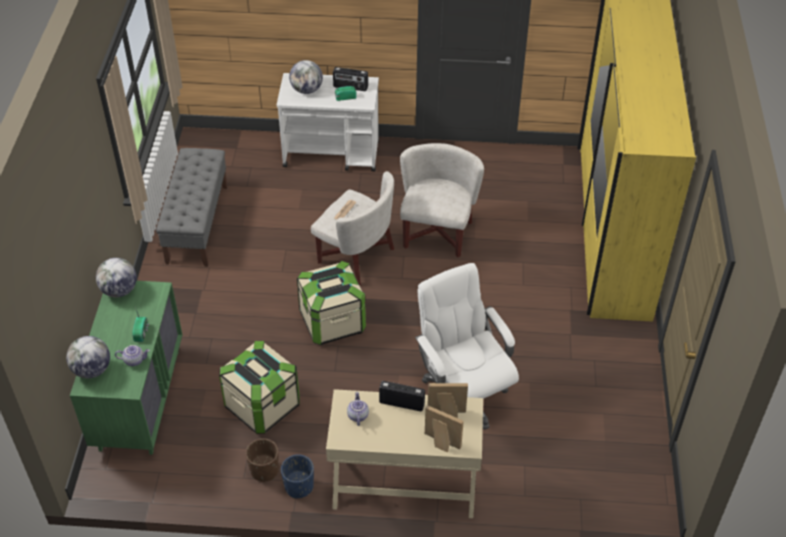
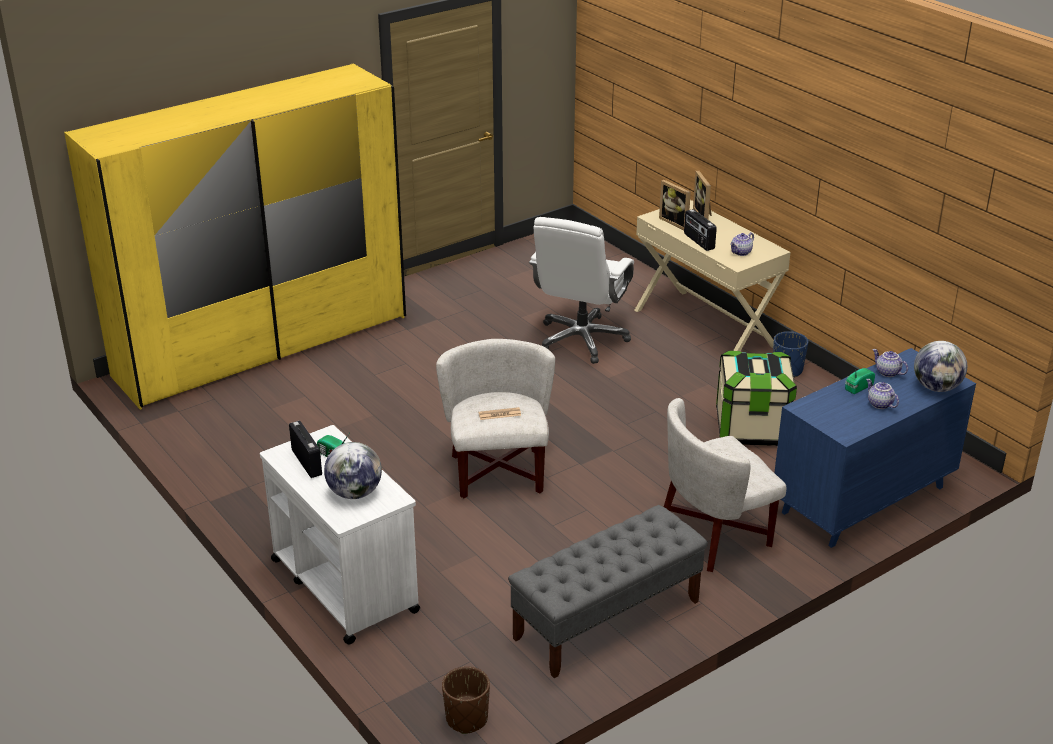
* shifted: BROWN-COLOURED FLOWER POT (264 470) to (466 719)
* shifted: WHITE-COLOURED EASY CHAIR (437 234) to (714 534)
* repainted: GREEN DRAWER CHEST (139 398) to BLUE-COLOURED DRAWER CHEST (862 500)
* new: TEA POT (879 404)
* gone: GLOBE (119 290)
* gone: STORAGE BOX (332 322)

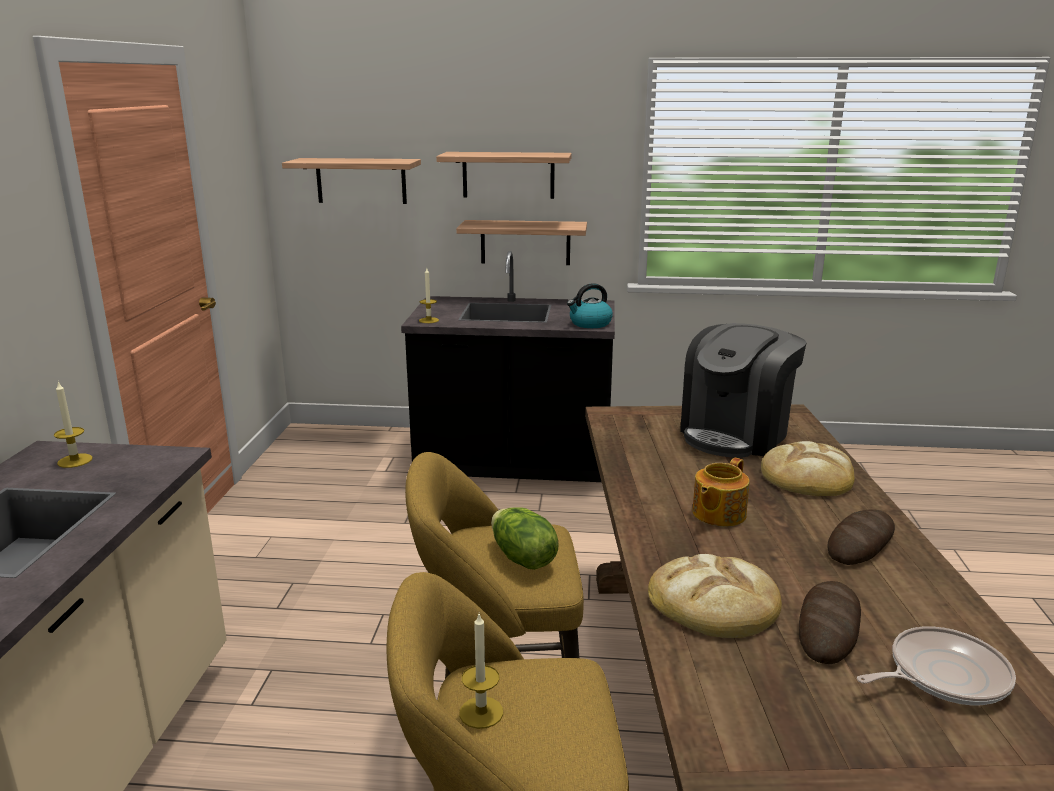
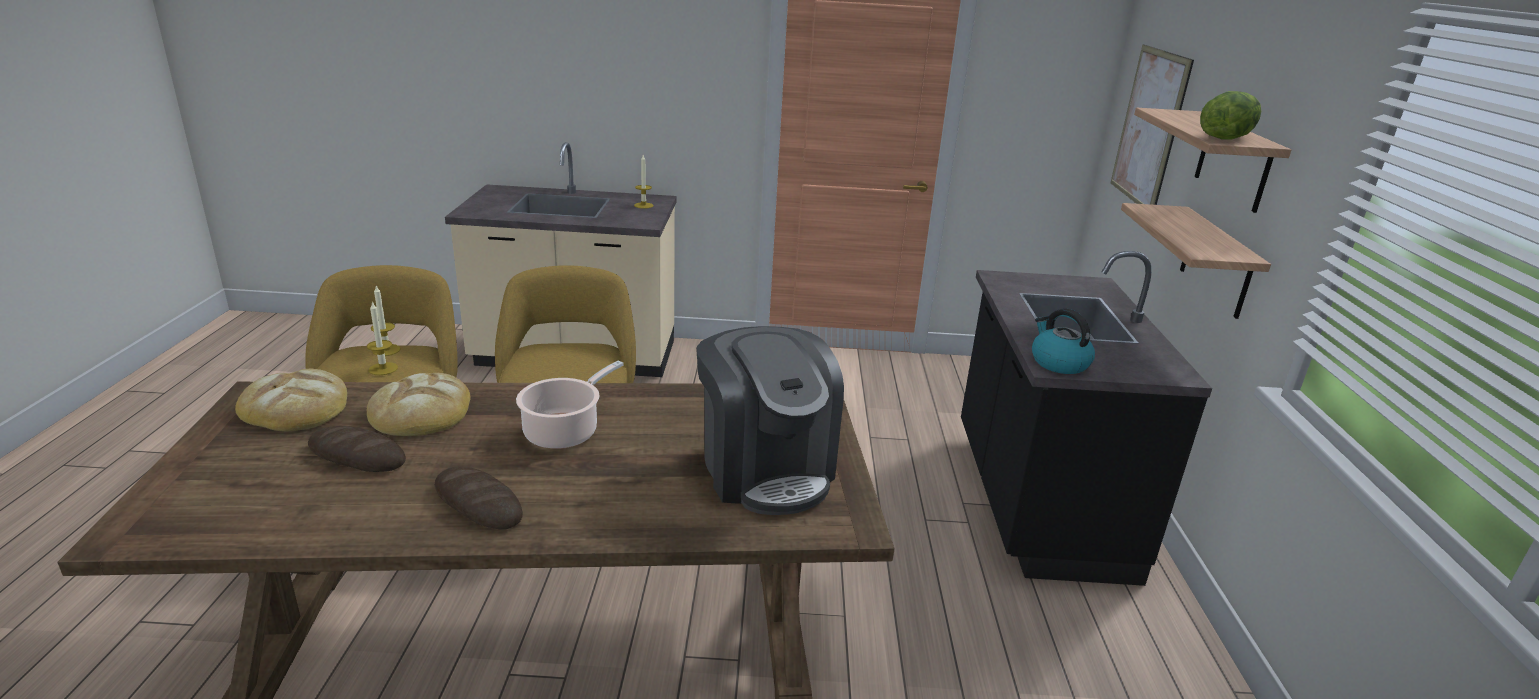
* shifted: BAKERY BREAD (808 476) to (296 407)
* shifted: WAX CANDLE (429 320) to (383 369)
* swapped: TEA POT (717 514) to COOKING POT (565 431)
* rotated: COFFEE MACHINE (736 434) = (765 469) 150 degrees counterclockwise
* swapped: SHELF (361 181) to WALL ART (1149 127)
* shifted: LETTUCE HEAD (522 558) to (1225 138)
* gone: SKILLET (942 675)

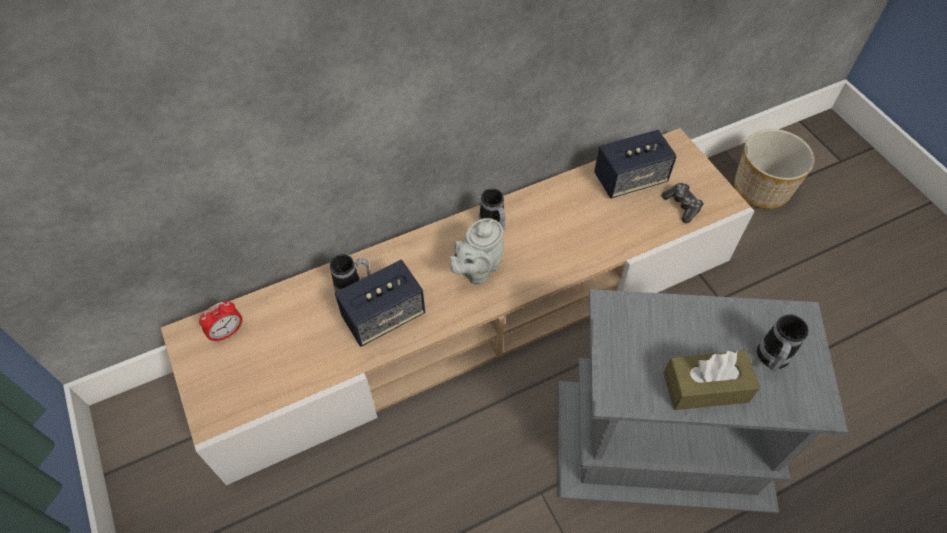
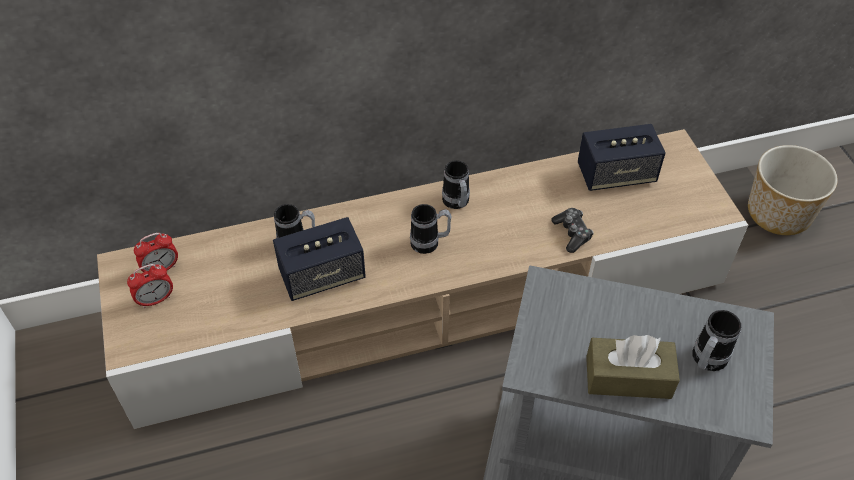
* new: BEDSIDE CLOCK (156 300)
* swapped: GREY TEA POT (477 269) to COFFEE MUG (430 243)
* shifted: GAME CONTROLLER (682 205) to (572 233)

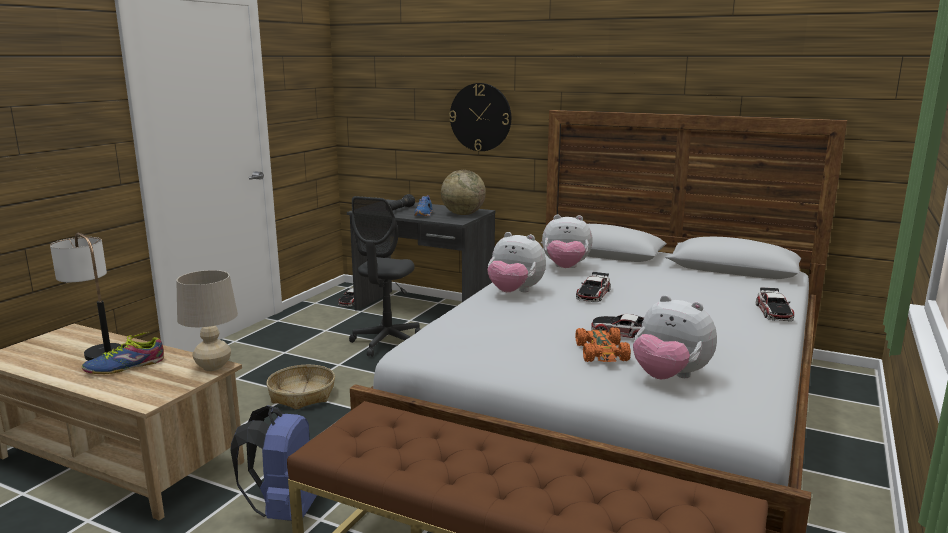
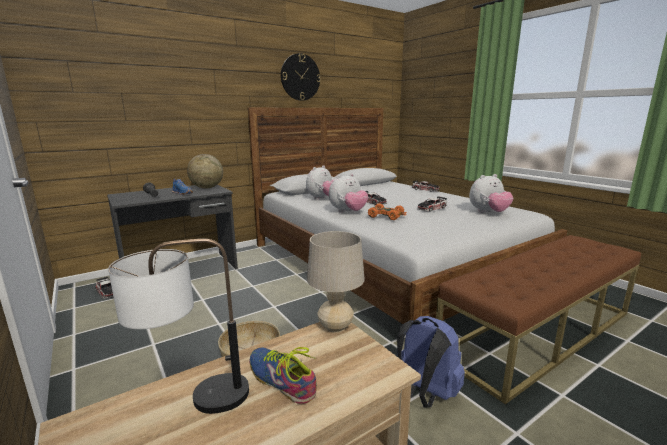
* rotated: LOW SHOE (125 366) = (281 380) 135 degrees clockwise
* shifted: HANGING CLOCK (480 117) to (300 77)
* shifted: ORANGE-COLOURED MINIATURE CAR (602 353) to (386 216)
* gone: GREY OFFICE CHAIR (387 342)

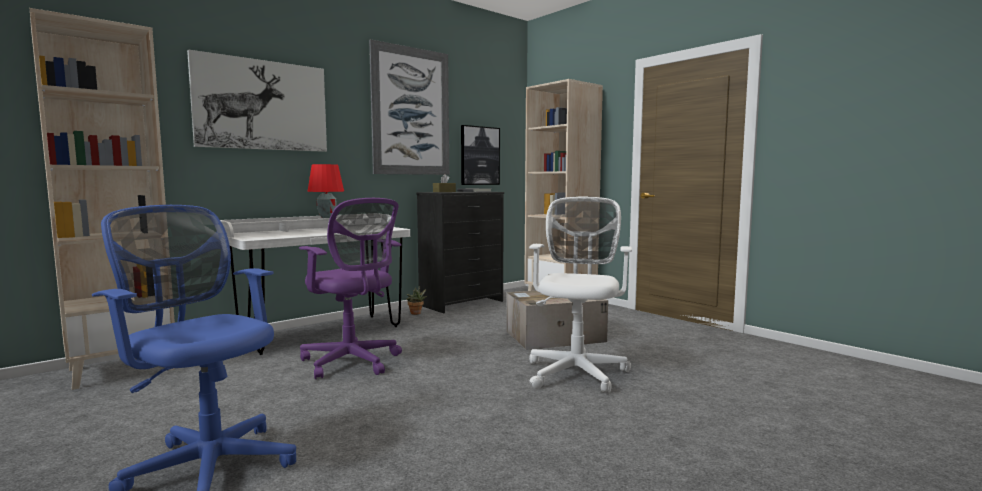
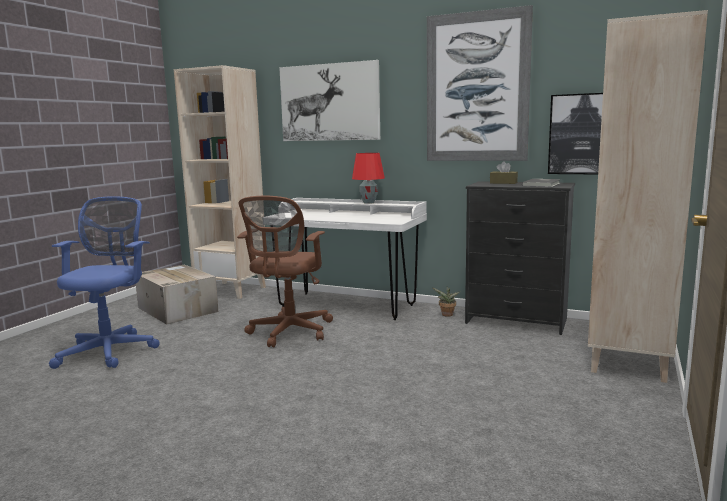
* shifted: PACKING BOX (553 336) to (176 309)
* repainted: PURPLE-COLOURED OFFICE CHAIR (352 362) to BROWN-COLOURED OFFICE CHAIR (289 333)
* gone: WHITE-COLOURED OFFICE CHAIR (577 371)

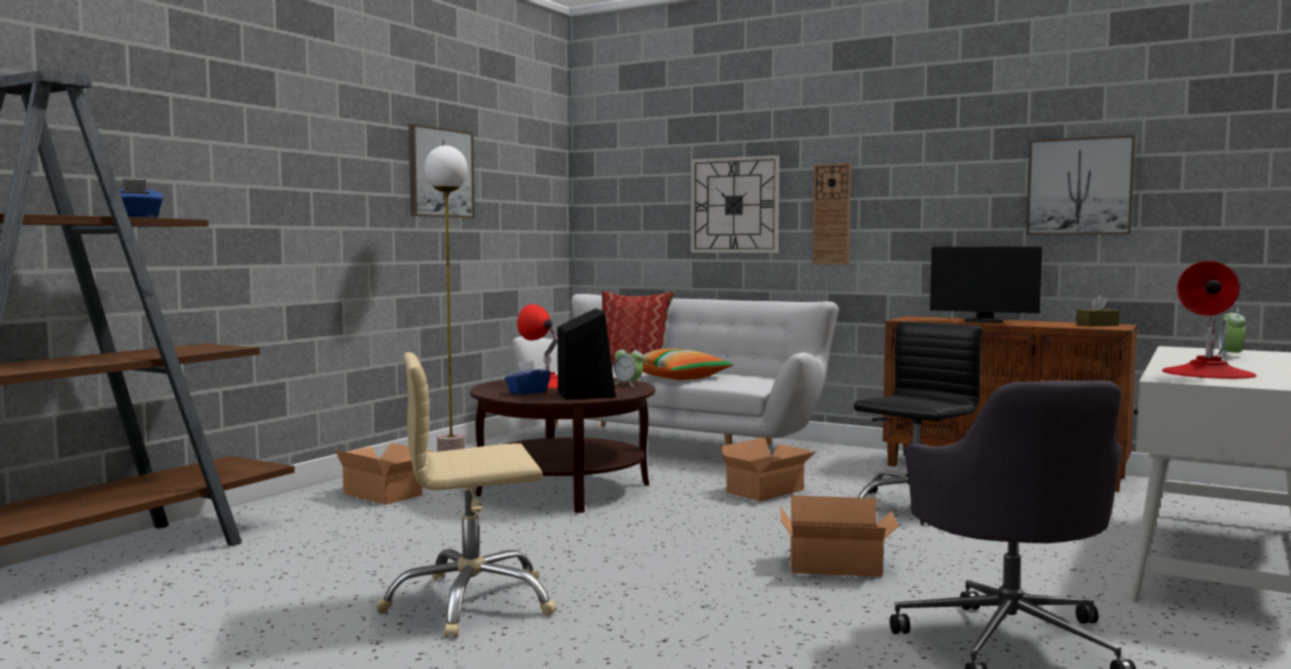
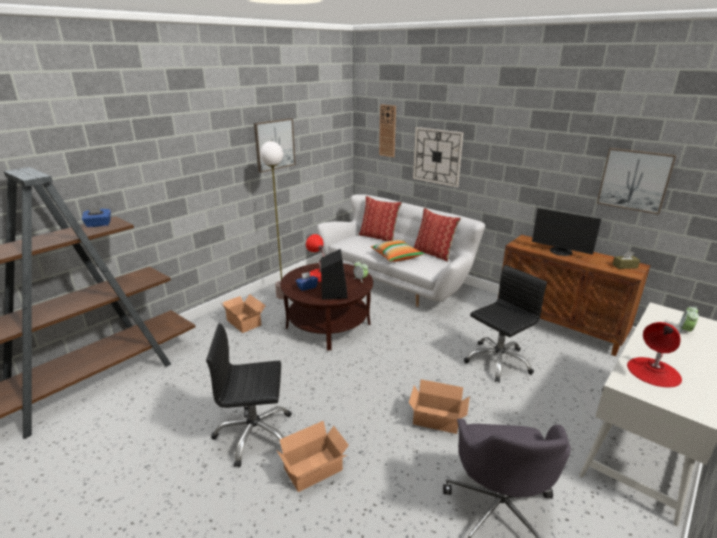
* repainted: BEIGE OFFICE CHAIR (470 603) to BLACK OFFICE CHAIR (254 434)
* shifted: PACKING BOX (768 491) to (315 470)
* shifted: HANGING CLOCK (831 214) to (387 131)
* new: CUSHION (434 253)

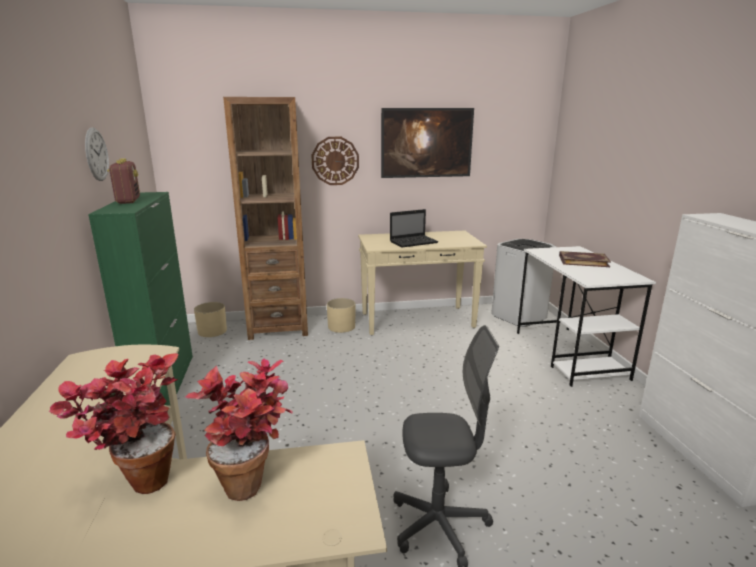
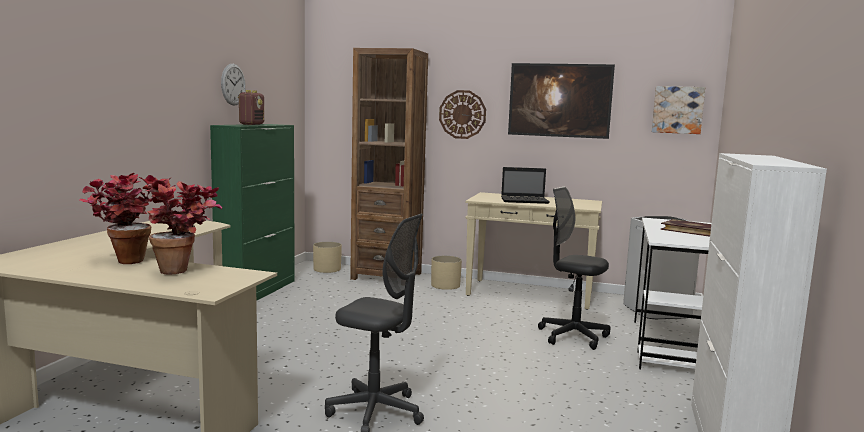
* new: BLACK OFFICE CHAIR (572 336)
* new: WALL ART (677 110)

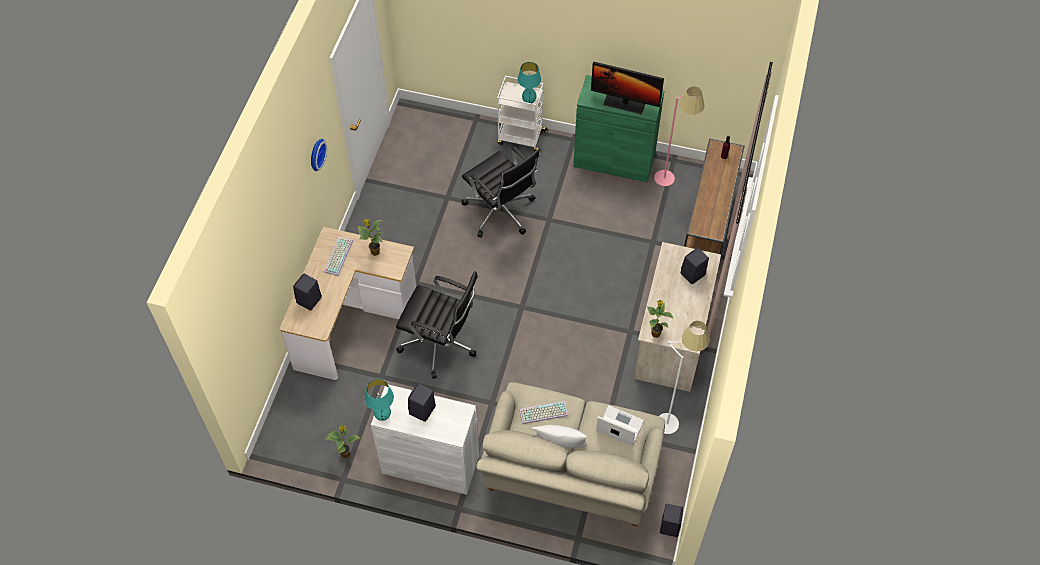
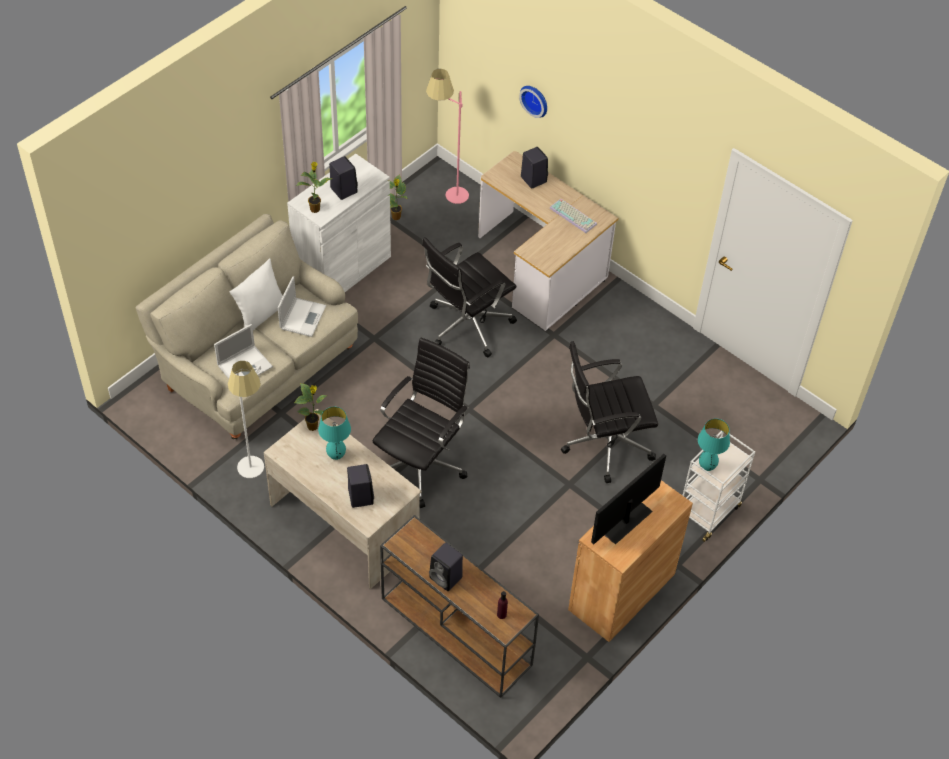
* swapped: KEYBOARD (543 413) to LAPTOP (303 316)
* shifted: PLANT IN A POT (374 252) to (315 208)
* shifted: BLUE-GREEN TABLETOP LAMP (383 416) to (336 456)
* new: BLACK OFFICE CHAIR (421 464)
* shifted: PINK FLOOR LAMP (672 183) to (447 198)
* shifted: BLACK LOUDSPEAKER (669 525) to (447 578)
* shifted: HANGING CLOCK (315 154) to (535 99)
* repainted: GREEN CUPBOARD (614 160) to BROWN-COLOURED CUPBOARD (621 592)

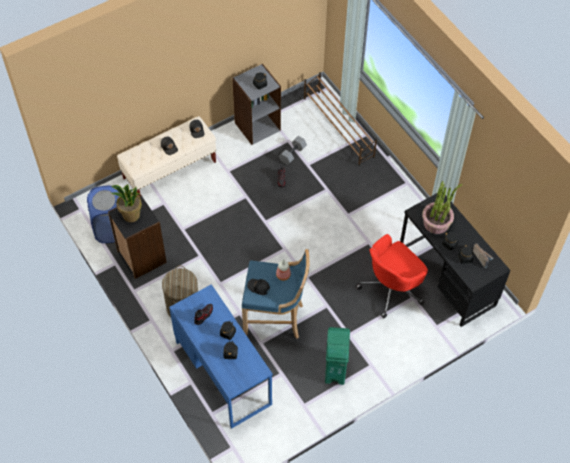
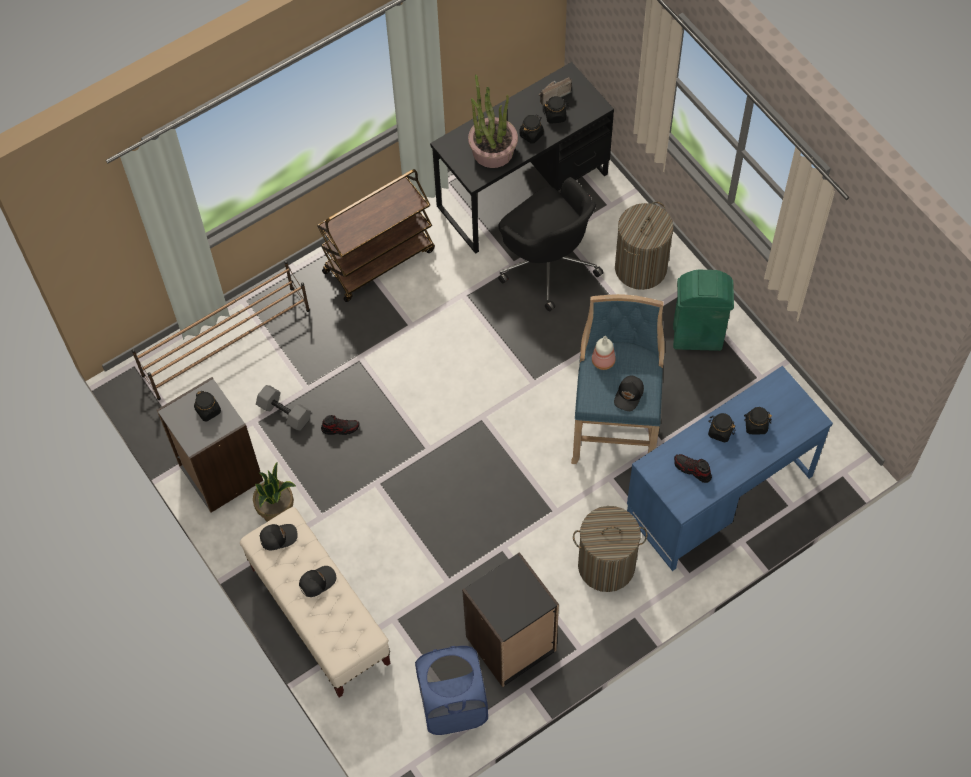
* shifted: PLANT IN A POT (131 215) to (278 513)
* new: BROWN-COLOURED CART (379 260)
* repainted: RED OFFICE CHAIR (391 288) to BLACK OFFICE CHAIR (548 263)
* new: WASHING BASKET (640 267)

